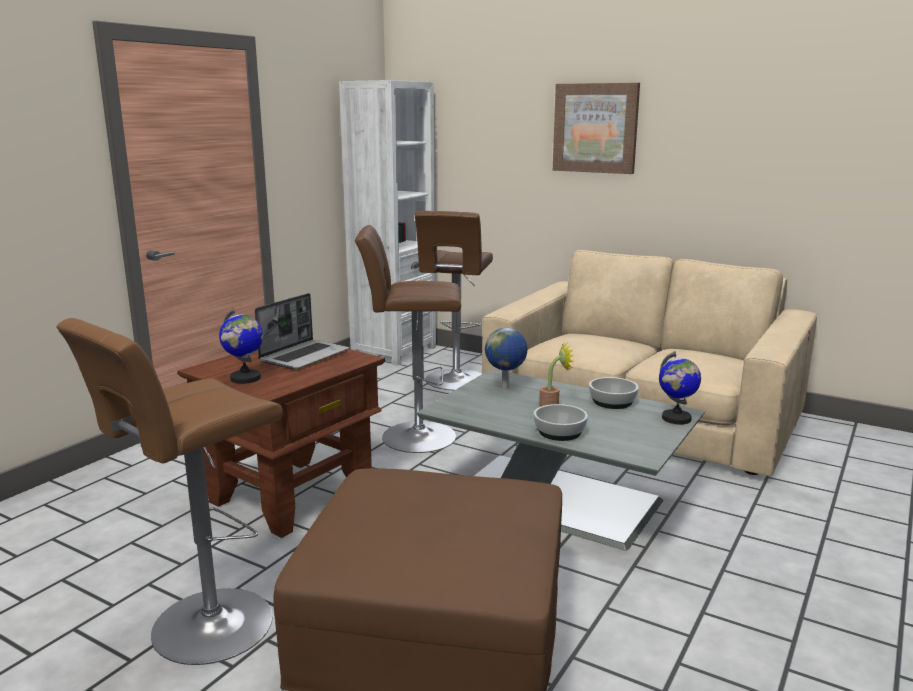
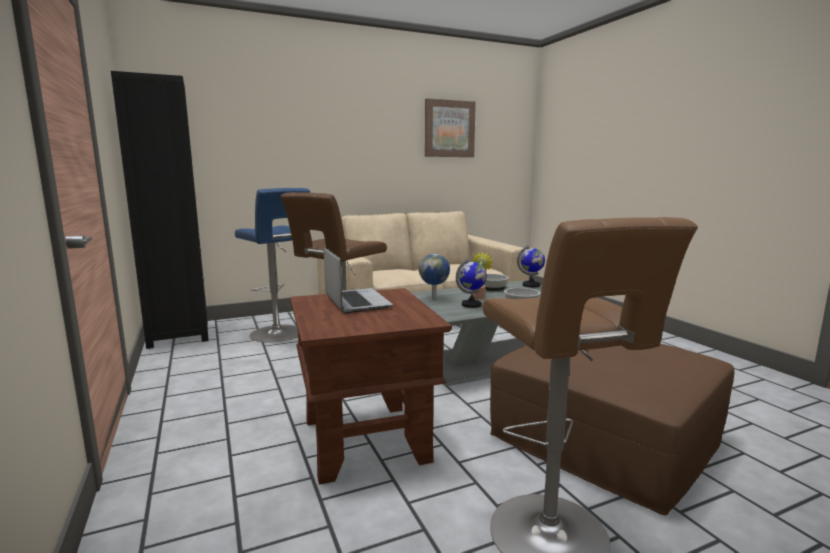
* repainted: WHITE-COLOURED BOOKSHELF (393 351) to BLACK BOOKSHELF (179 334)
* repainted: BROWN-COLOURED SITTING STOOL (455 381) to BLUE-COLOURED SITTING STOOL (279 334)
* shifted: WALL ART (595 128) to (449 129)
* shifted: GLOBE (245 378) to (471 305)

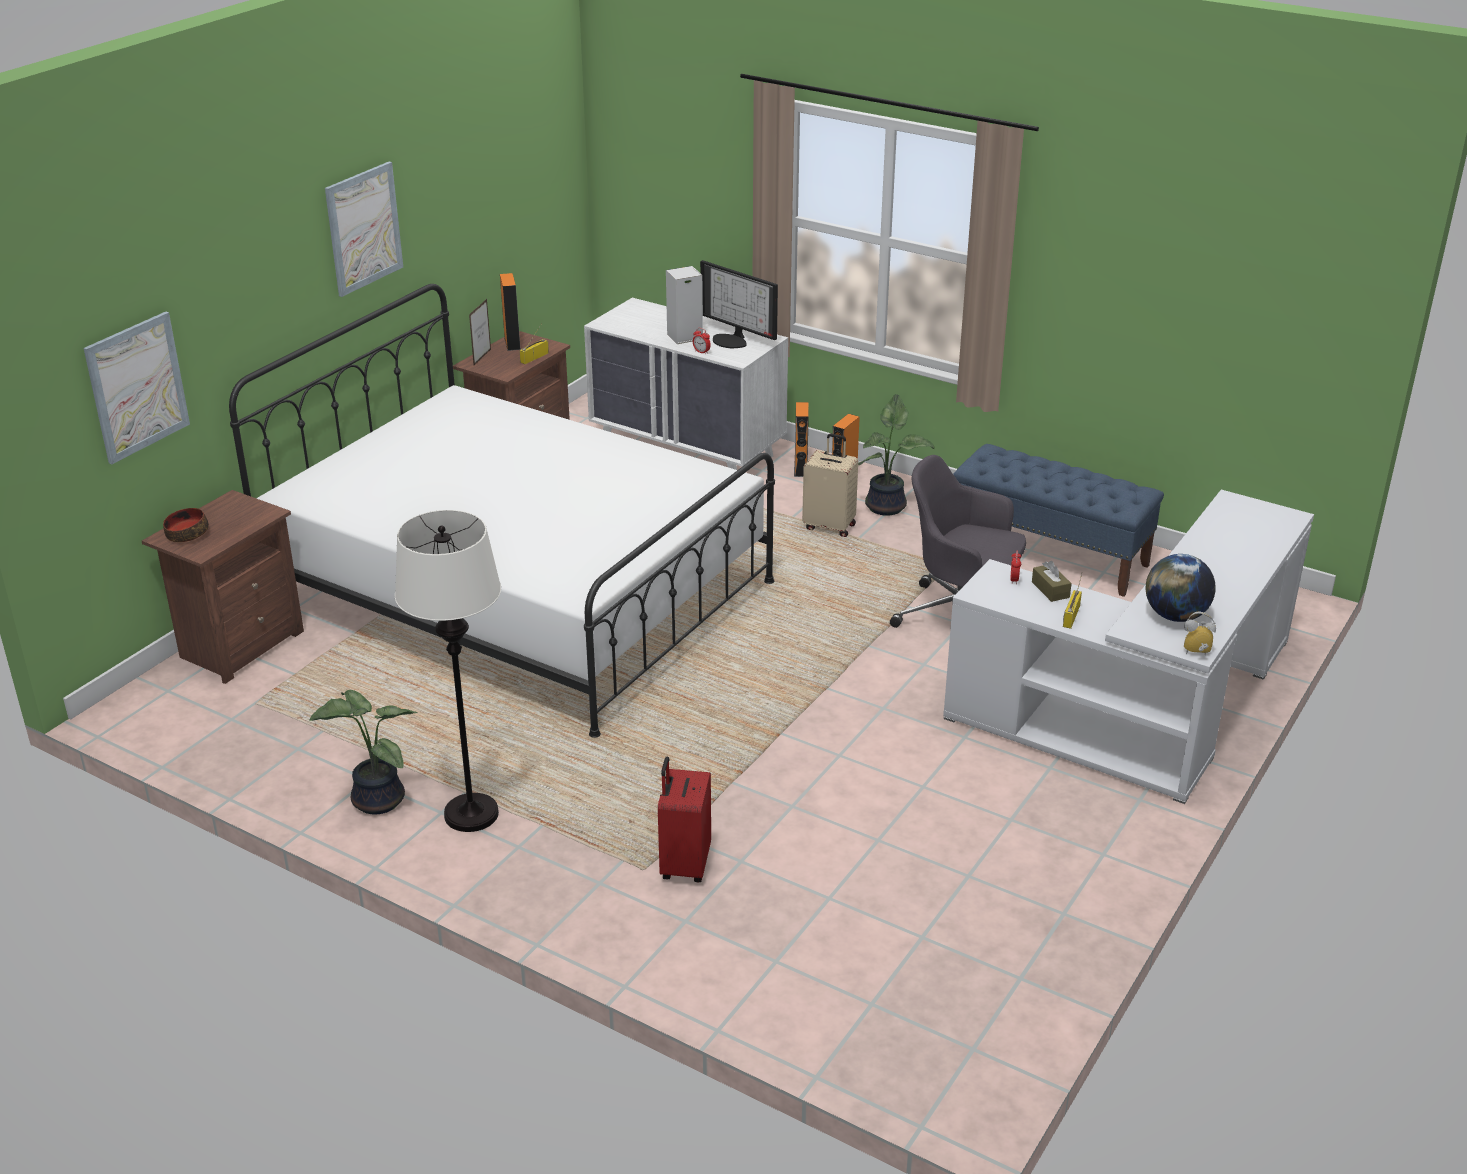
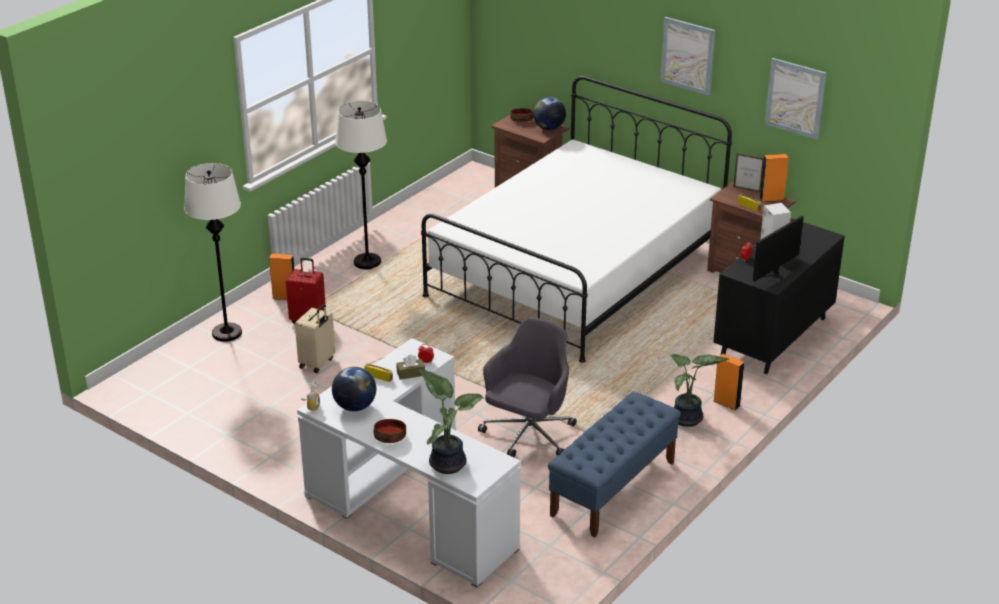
* new: WHITE-COLOURED FLOOR LAMP (226 333)
* shifted: ORANGE-COLOURED LOUDSPEAKER (800 469) to (284 297)
* shifted: BEIGE SUITCASE (830 526) to (317 363)
* new: DEEP DISH (390 437)
* shifted: PLANT IN A POT (374 800) to (448 462)
* new: GLOBE (549 128)
* repainted: WHITE-COLOURED DRAWER CHEST (688 449) to BLACK DRAWER CHEST (773 337)
* shifted: WALL ART (137 387) to (795 98)

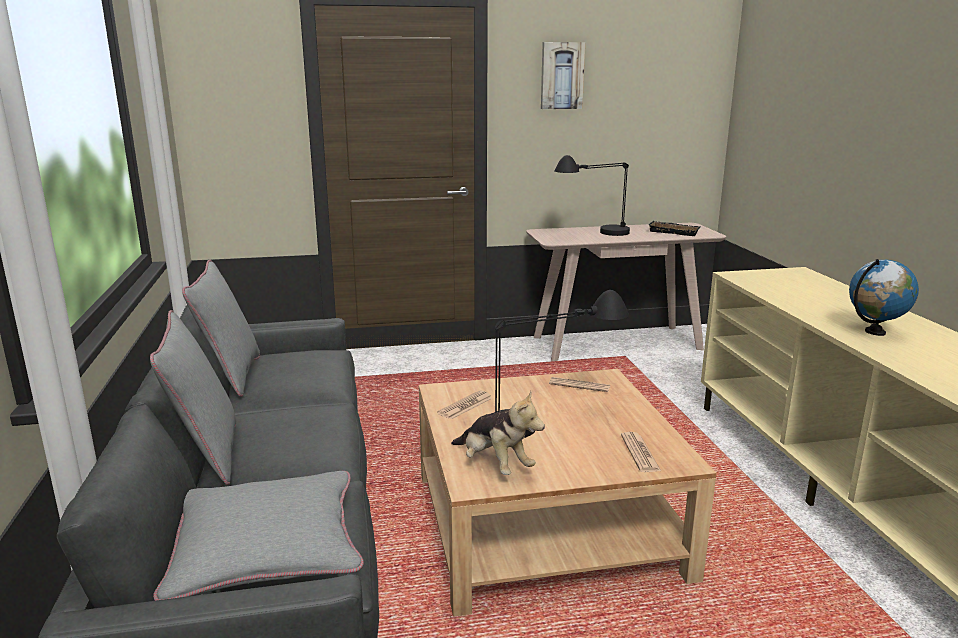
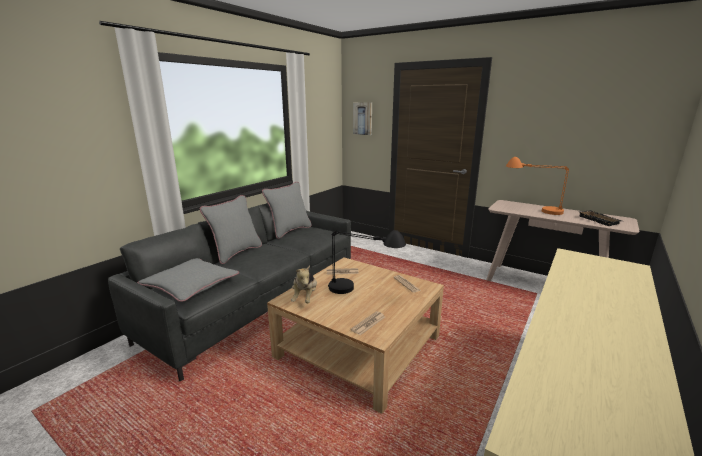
* shifted: WALL ART (561 76) to (363 118)
* repainted: BLACK TABLETOP LAMP (593 235) to ORANGE-COLOURED TABLETOP LAMP (533 210)
* gone: GLOBE (875 332)

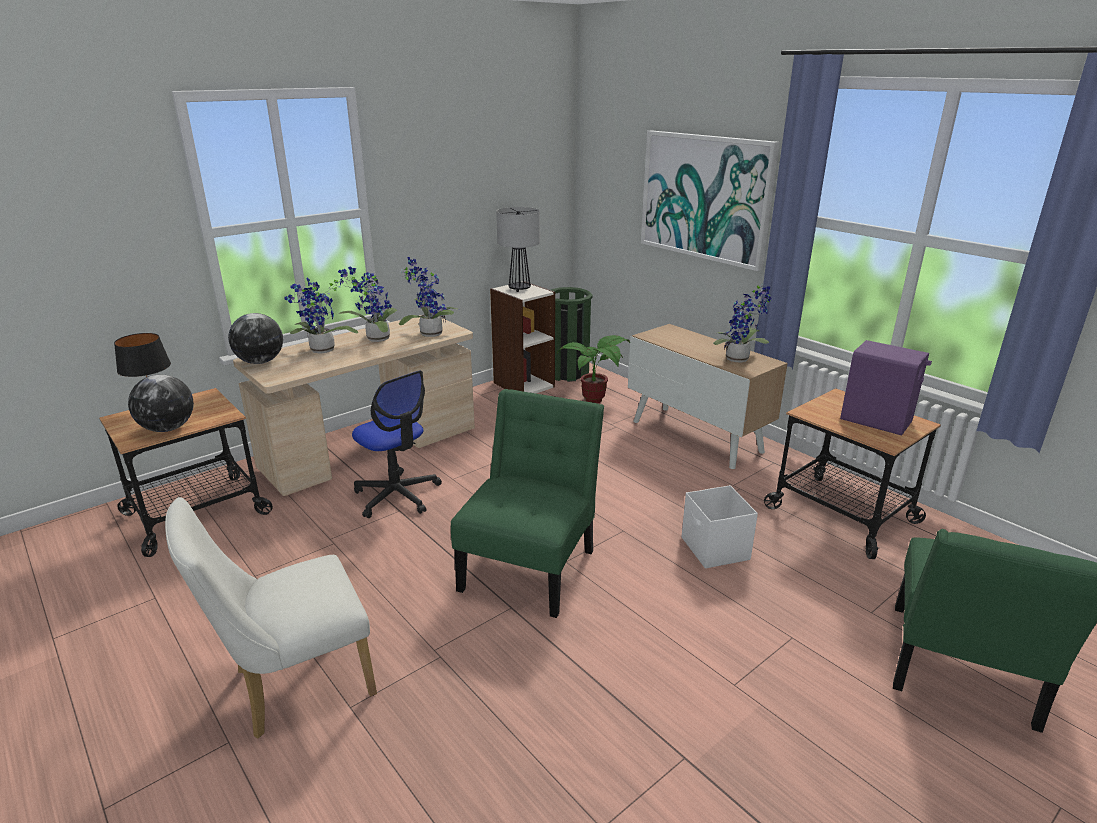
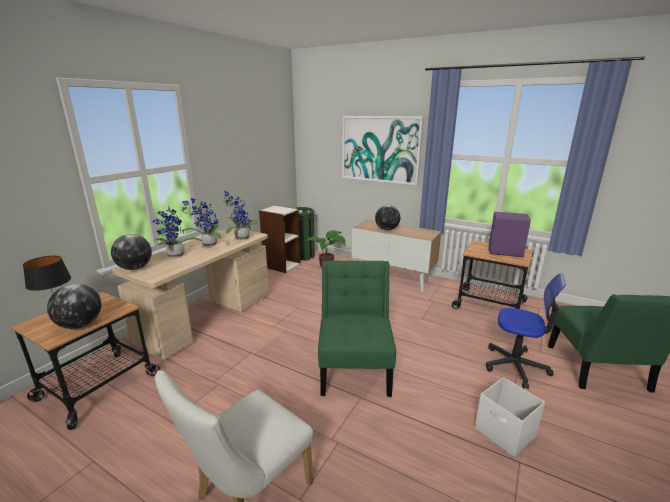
* new: GLOBE (386 229)
* shifted: WHITE-COLOURED STORAGE BOX (715 549) to (505 433)
* shifted: OFFICE CHAIR (397 495) to (515 366)
* gone: TABLETOP LAMP (519 289)
* gone: PLANT IN A POT (740 360)

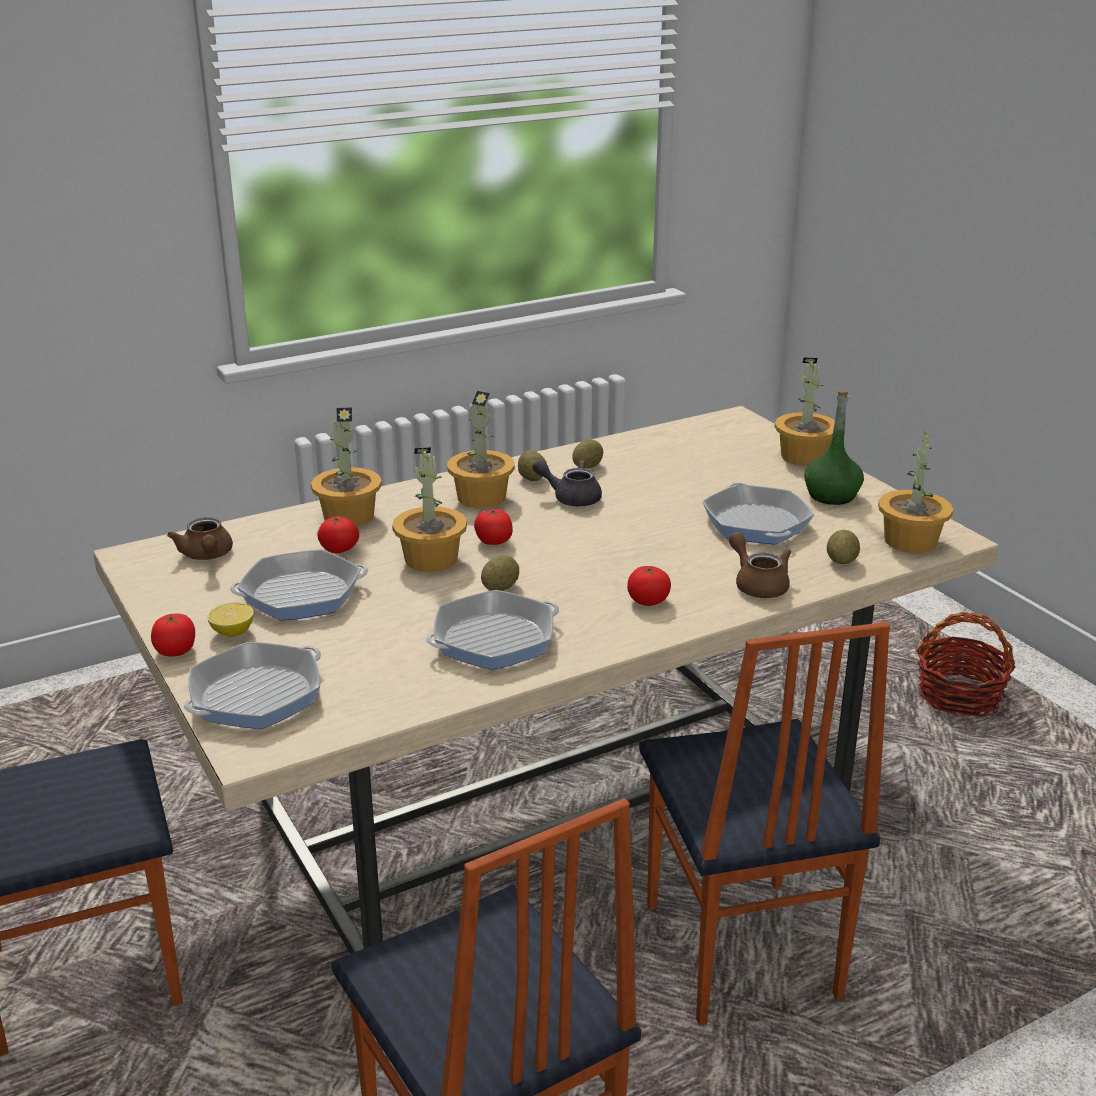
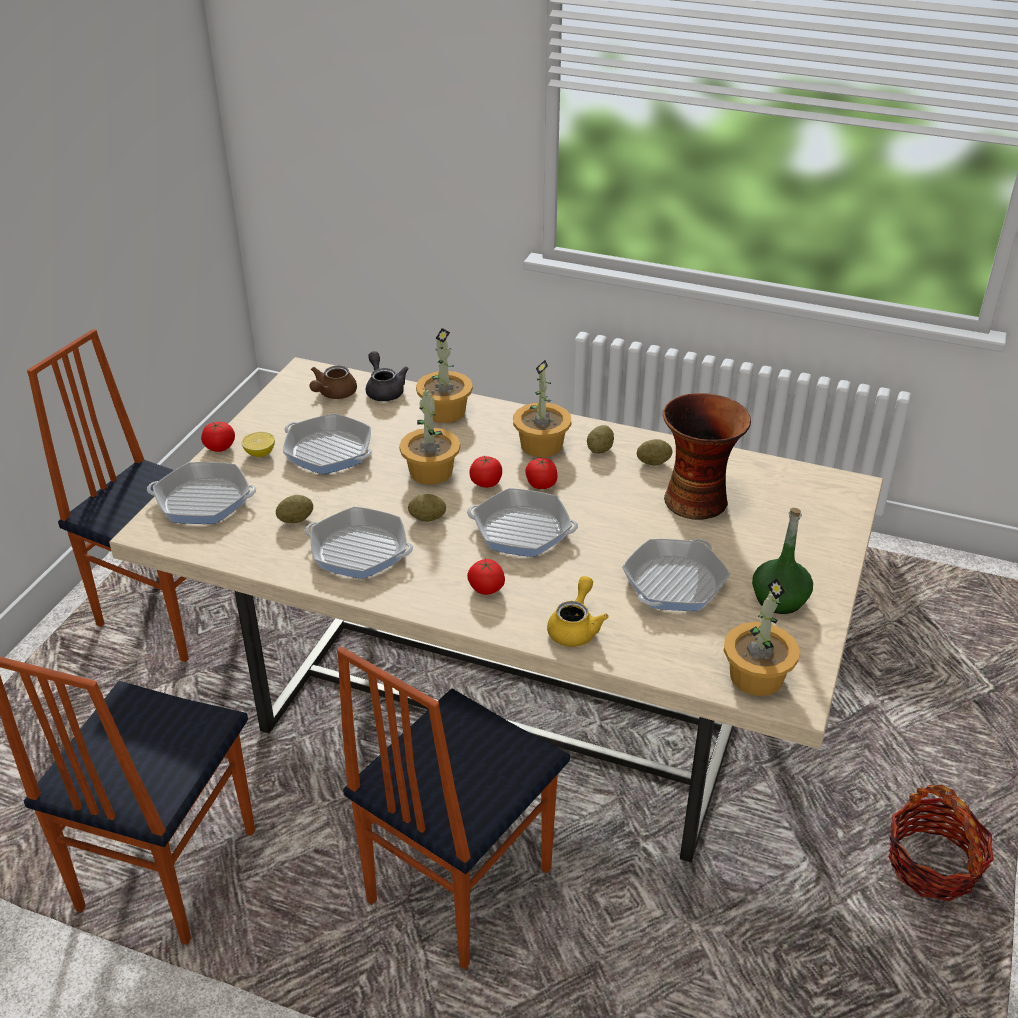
* shifted: WHOLE POTATO (841 561) to (296 520)
* shifted: GREY TEA POT (571 497) to (384 390)
* new: SKILLET (522 530)
* shifted: FRESH TOMATO (339 549) to (541 485)
* repainted: BROWN-COLOURED TEA POT (758 584) to YELLOWISH TEA POT (575 628)
* new: VASE (697 500)
* gone: PLANT IN A POT (803 457)

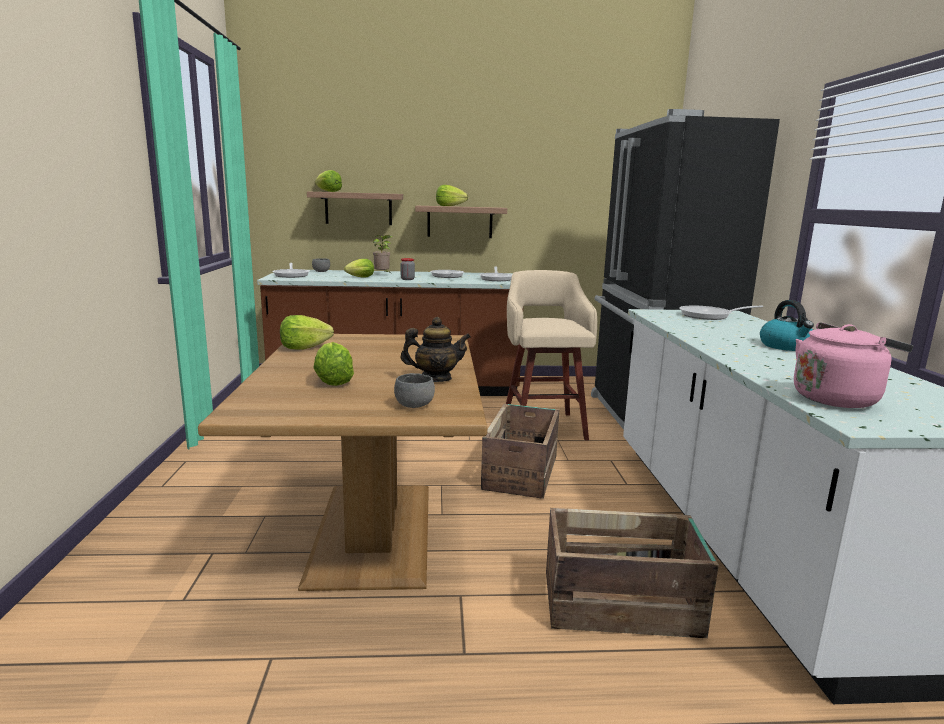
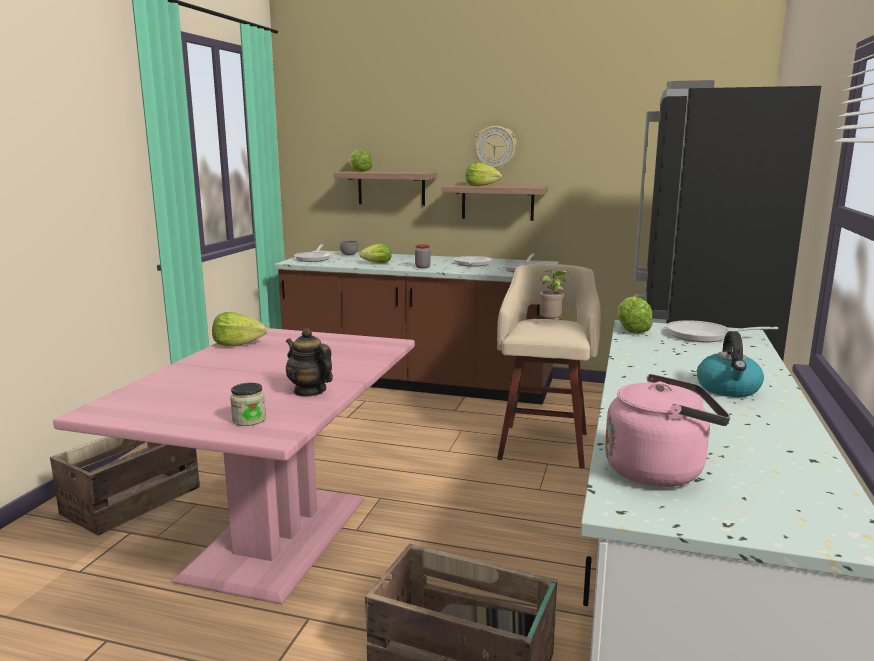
* shifted: SHIPPING CRATE (521 472) to (134 500)
* repainted: BROWN-COLOURED KITCHEN TABLE (370 532) to PINK KITCHEN TABLE (275 537)
* swapped: GREY DEEP DISH (414 405) to JAR (249 420)
* rotated: TEA POT (435 379) = (309 391) 150 degrees counterclockwise
* new: HANGING CLOCK (495 148)
* shifted: PLANT IN A POT (383 275) to (551 323)
* shifted: LETTUCE HEAD (333 381) to (631 330)

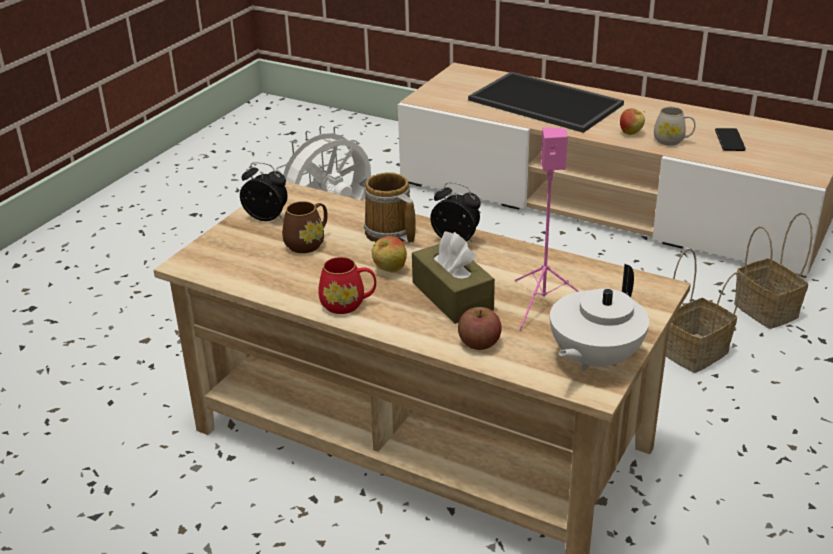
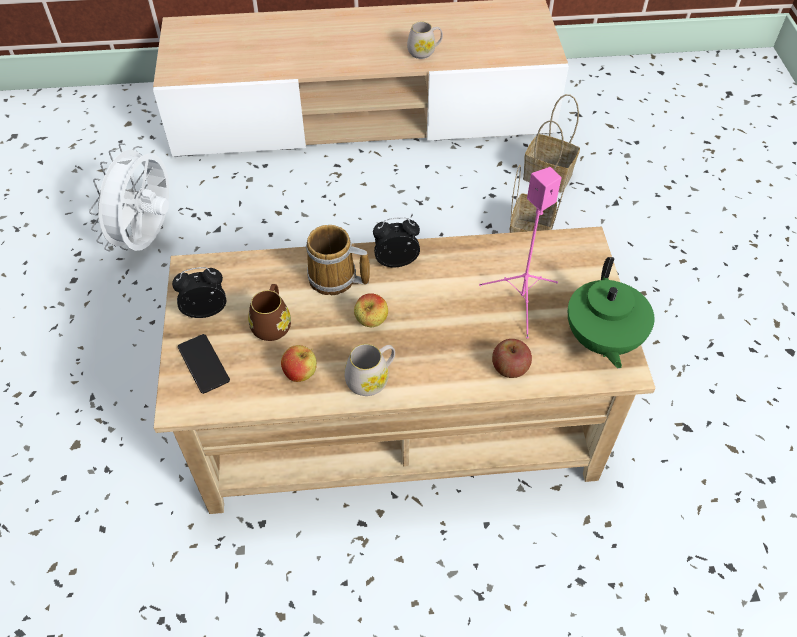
* shifted: TELEPHONE (729 140) to (203 364)
* shifted: WHOLE APPLE (631 133) to (301 374)
* repainted: RED COFFEE MUG (348 304) to WHITE-COLOURED COFFEE MUG (371 379)
* repainted: WHITE-COLOURED TEA POT (593 359) to GREEN TEA POT (601 340)
* gone: BROWN-COLOURED TISSUE BOX (452 296)
* gone: TRAY (547 102)

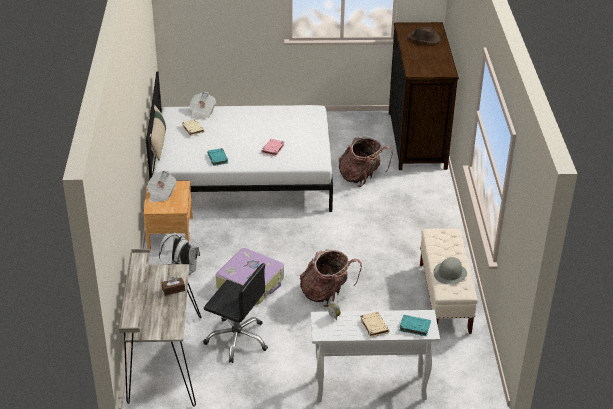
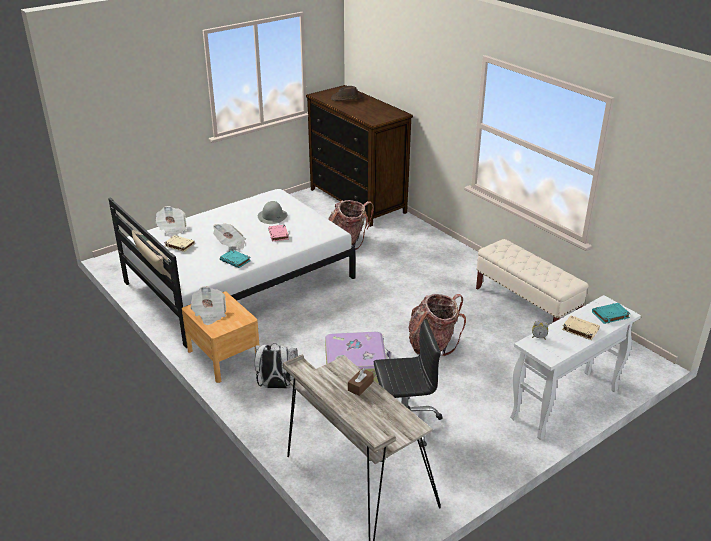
* new: NEWSPAPER (230 244)
* shifted: GREY CLOTHING HAT (450 273) to (272 216)

